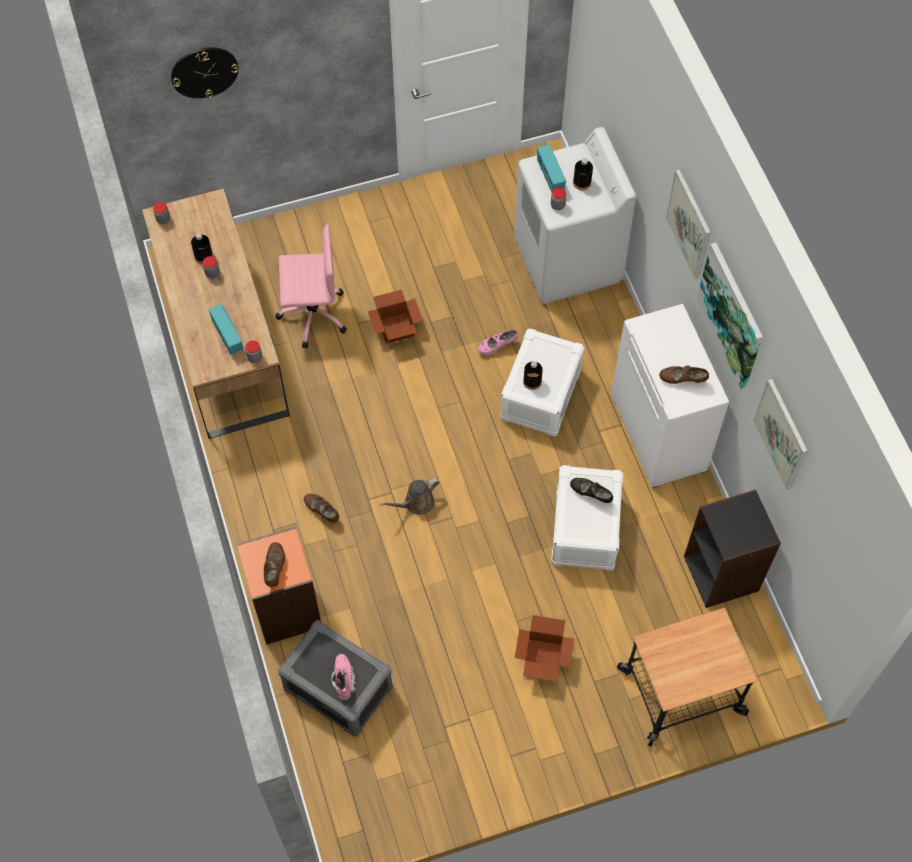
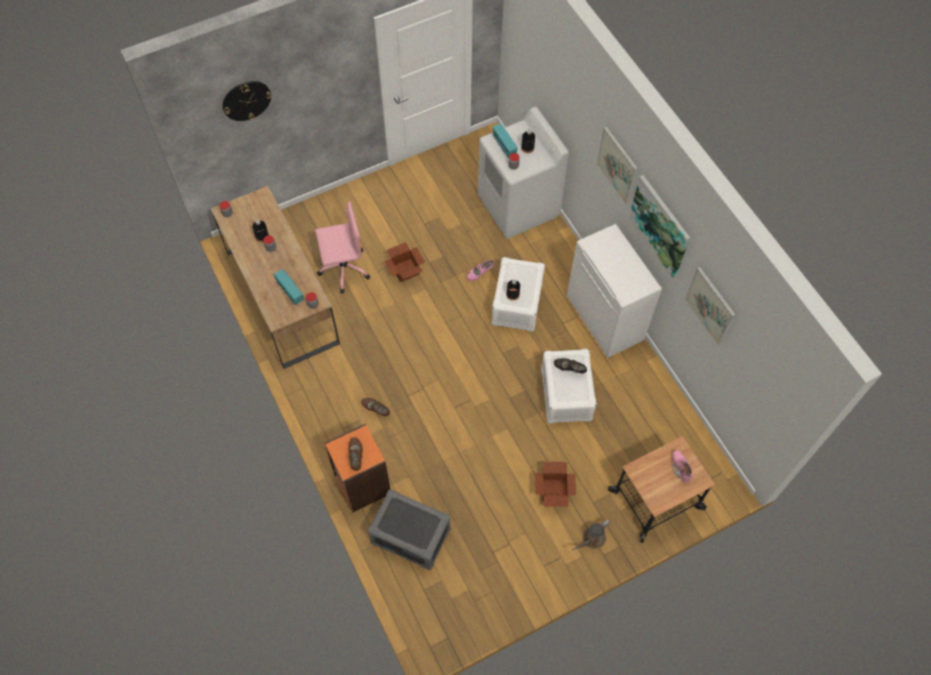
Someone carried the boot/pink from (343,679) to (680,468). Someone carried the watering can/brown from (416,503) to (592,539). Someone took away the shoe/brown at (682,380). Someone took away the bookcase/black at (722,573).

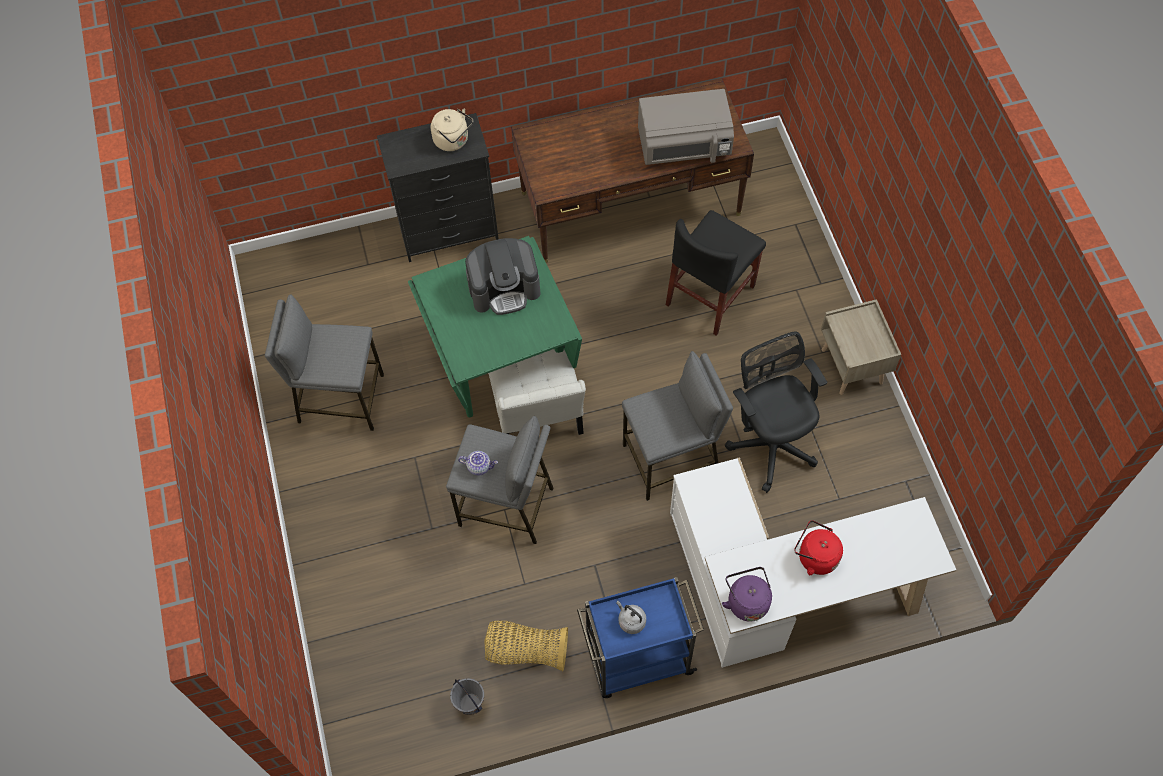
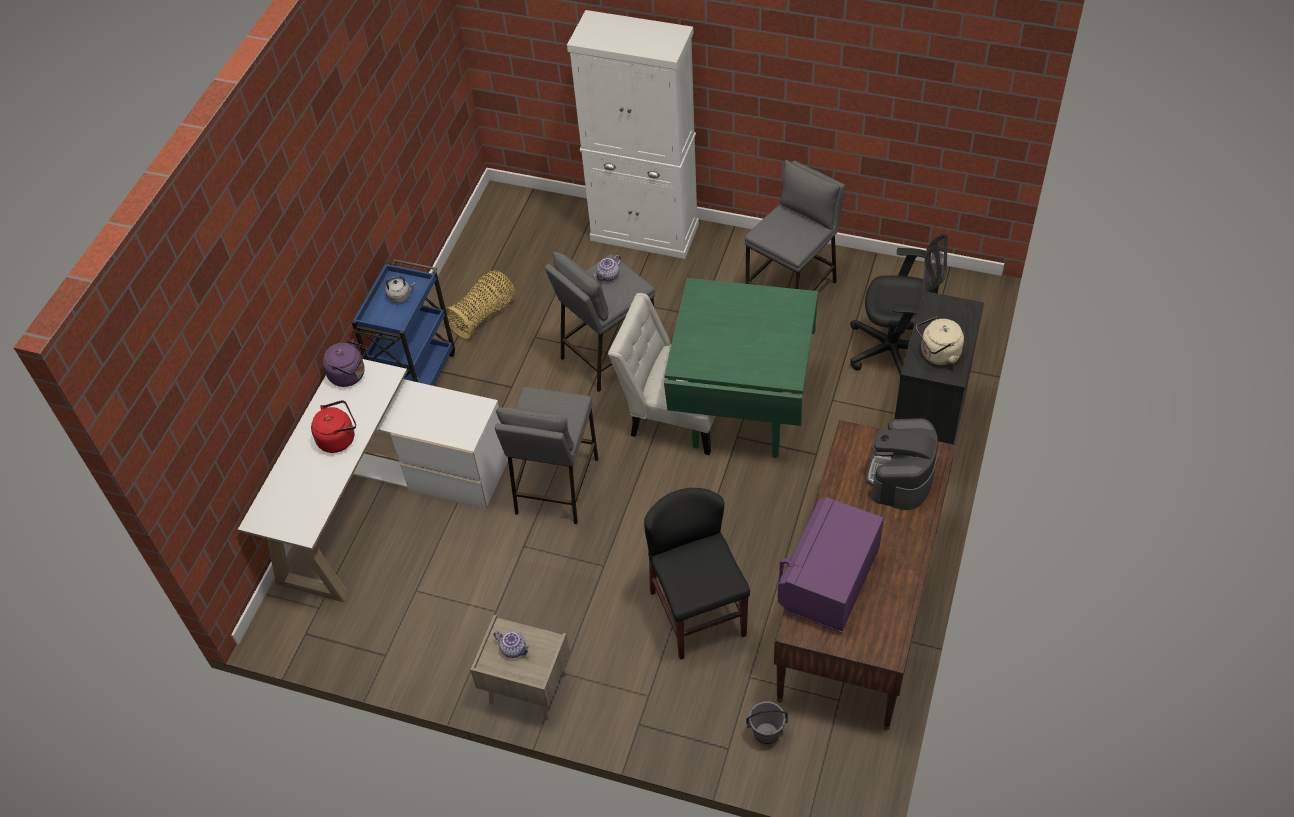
Someone carried the bucket/grey from (469,704) to (766,733). Someone carried the coffee machine from (504,288) to (901,477). Someone repainted the microwave/grey at (684,146), which became the microwave/purple at (828,580). Someone carried the office chair/black from (770,441) to (895,351). Someone put down the teapot at (514,649). Someone put down the cabinet/white at (645,232).

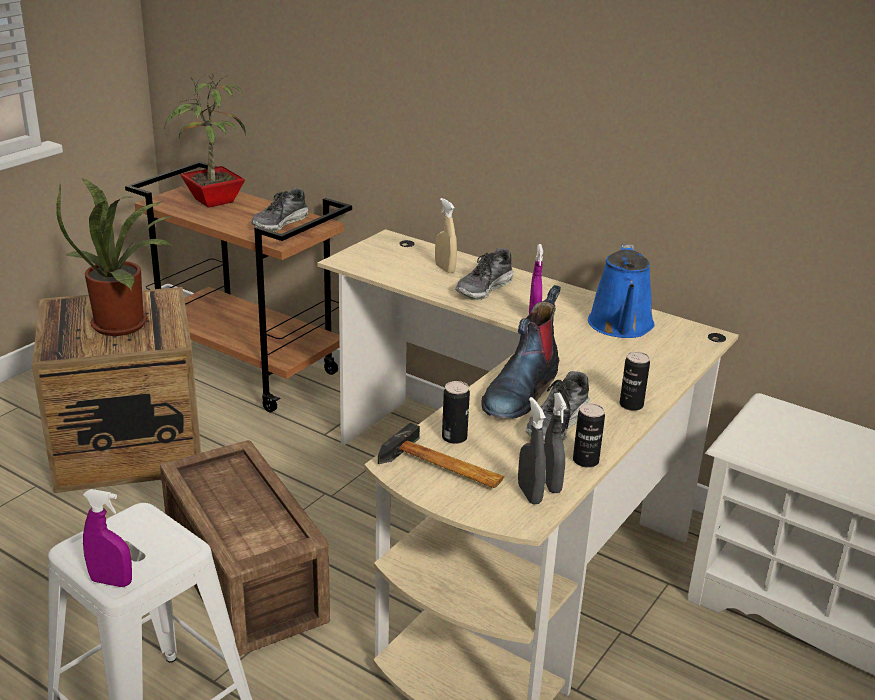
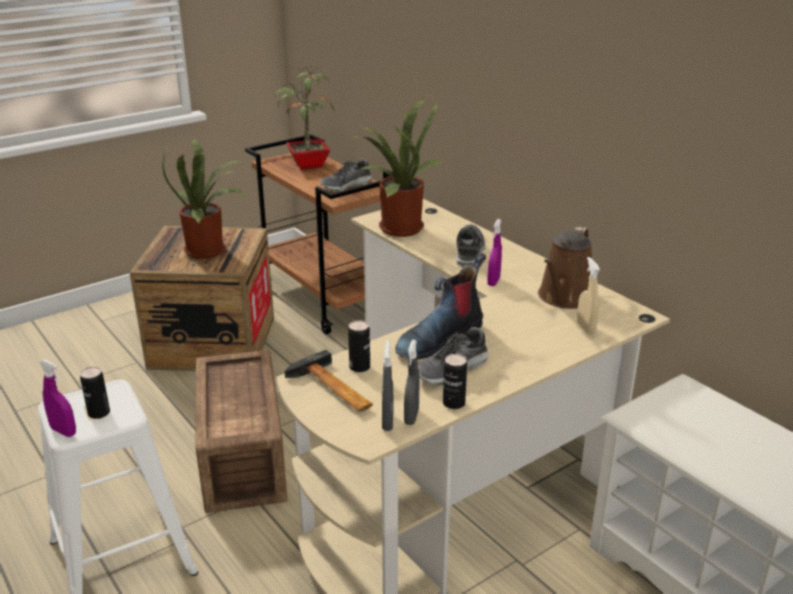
Someone carried the spray bottle/beige from (445,269) to (585,328). Someone rotated the shoe at (484,288) by 135 degrees clockwise. Someone repainted the watering can/blue at (621,326), which became the watering can/brown at (565,298). Someone carried the can from (631,405) to (99,413). Someone put down the potted plant at (397,227).

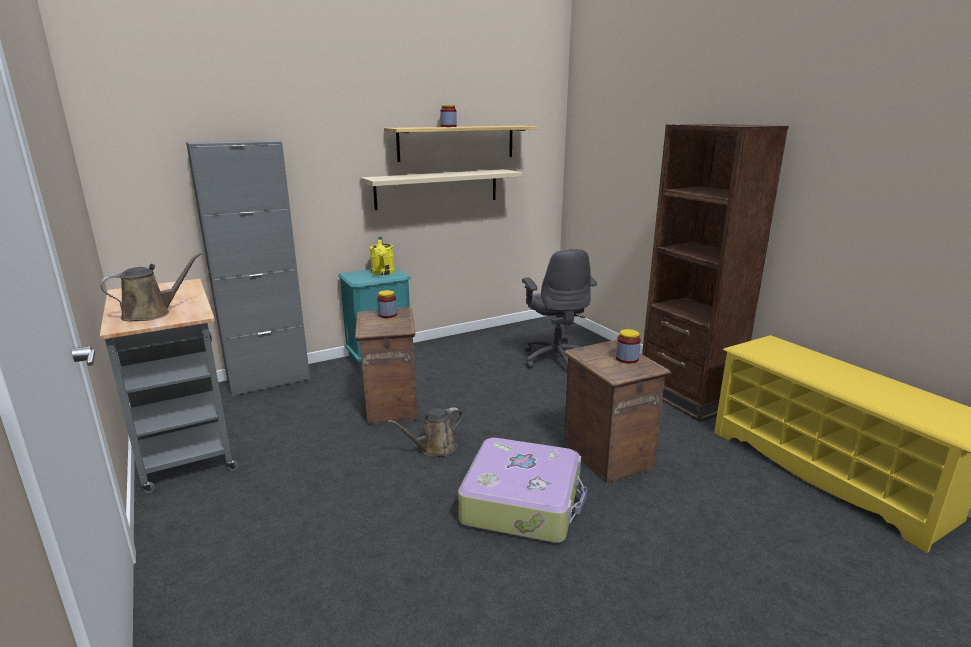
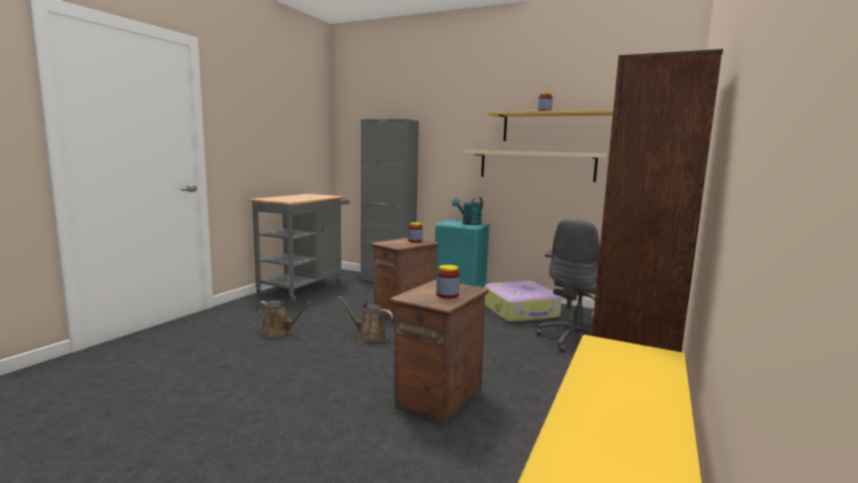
Someone carried the watering can/brown from (151,313) to (279,332). Someone repainted the watering can/yellow at (383,273), which became the watering can/turquoise at (469,224). Someone carried the suitcase from (522,502) to (521,311).

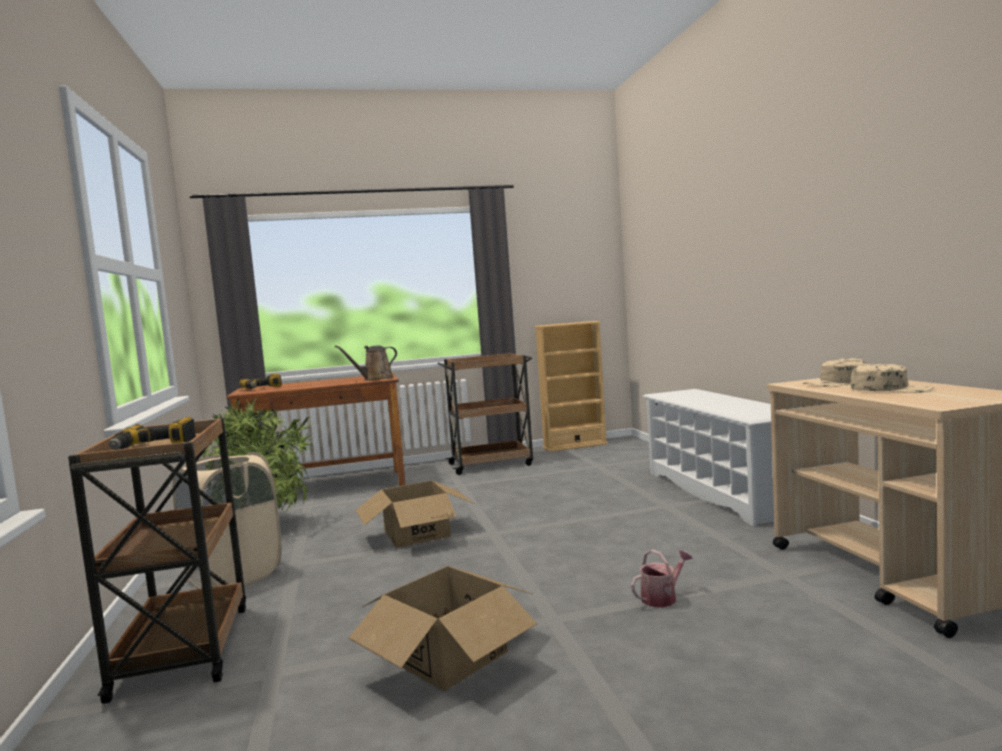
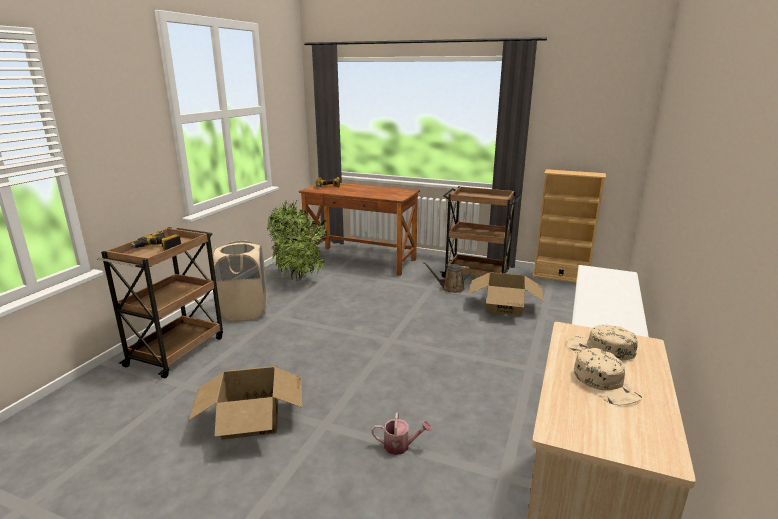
Someone carried the watering can/brown from (375,379) to (450,288). Someone carried the cardboard box from (417,533) to (504,306).

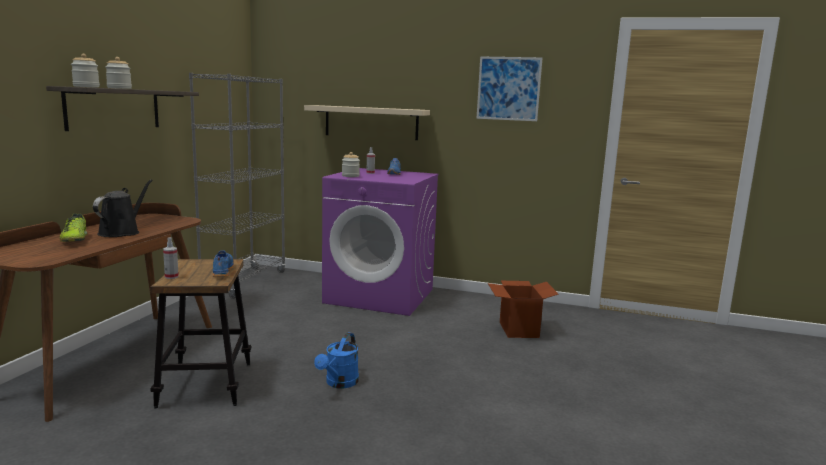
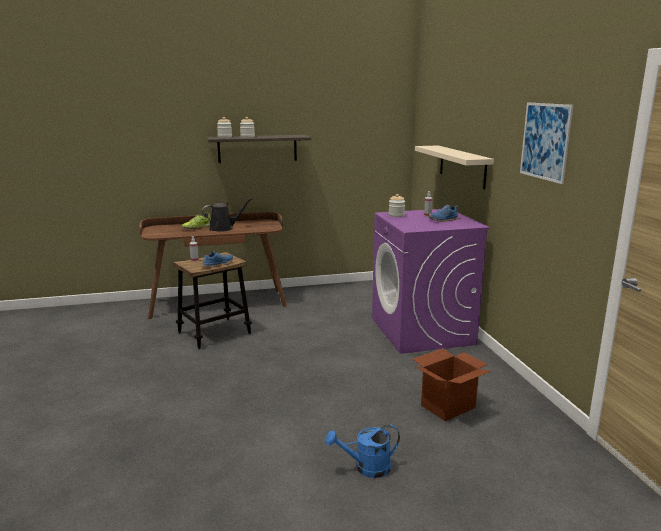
Someone took away the bookcase/grey at (244,282). Someone carried the watering can/blue from (339,383) to (366,468).

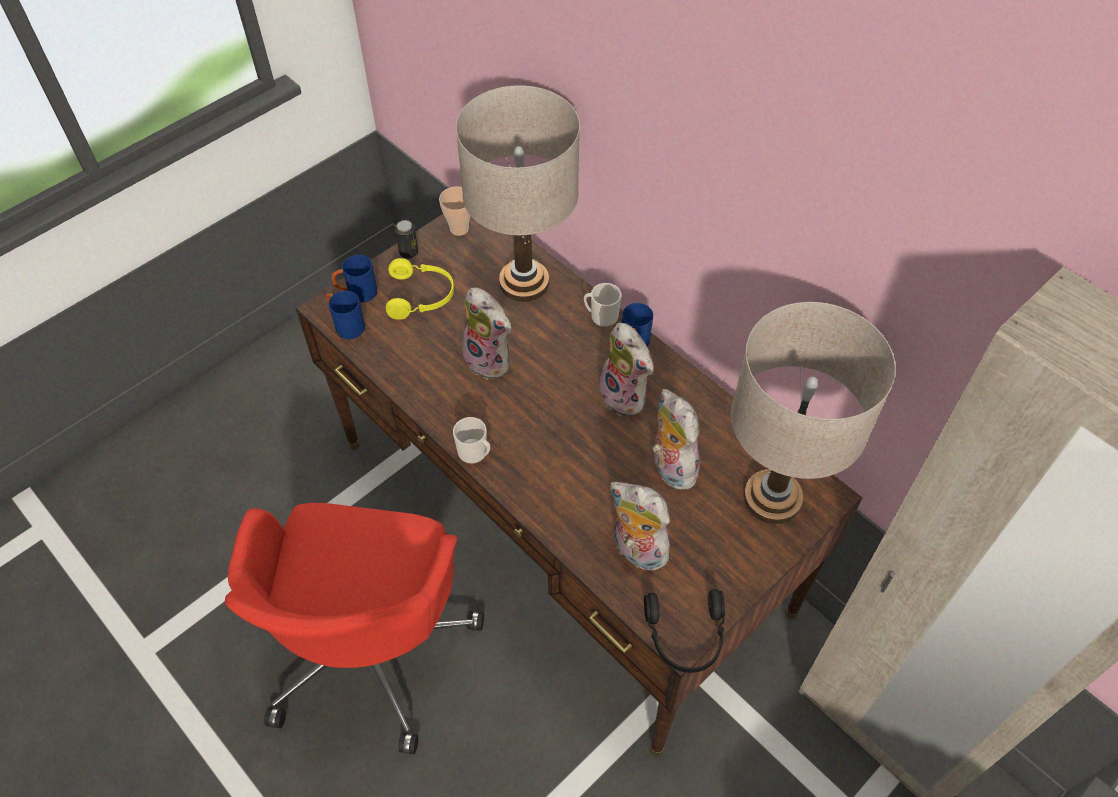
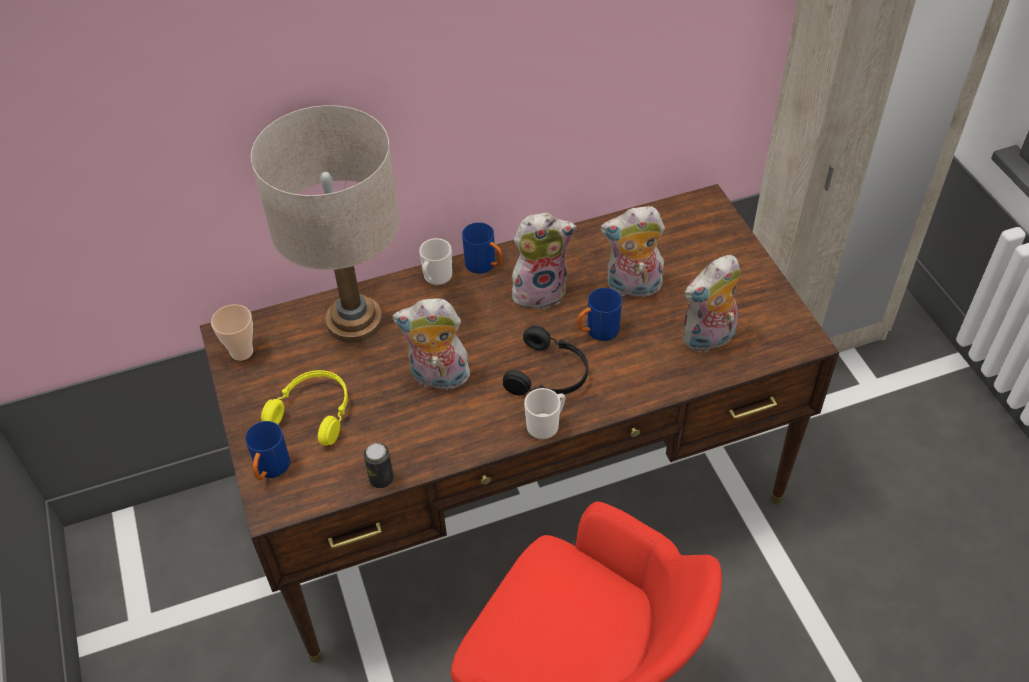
Someone carried the mug/blue from (346,325) to (597,332). Someone carried the can from (409,252) to (381,479). Someone rotated the plush toy at (491,360) by 150 degrees counterclockwise. Someone carried the headphones/black from (685,636) to (549,375). Someone took away the table lamp/beige at (772,498).

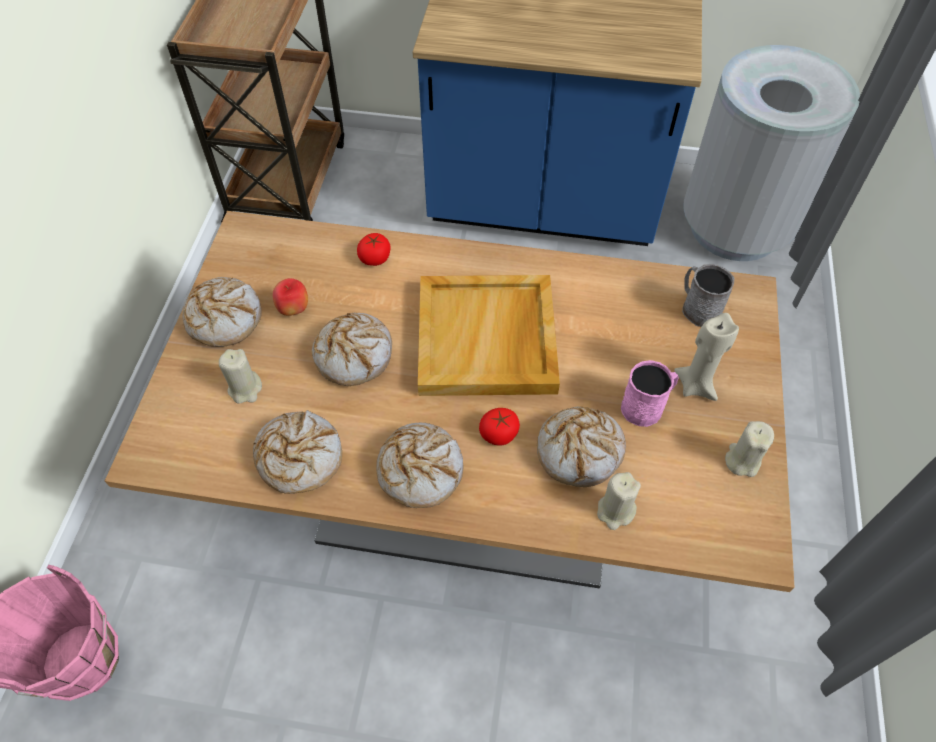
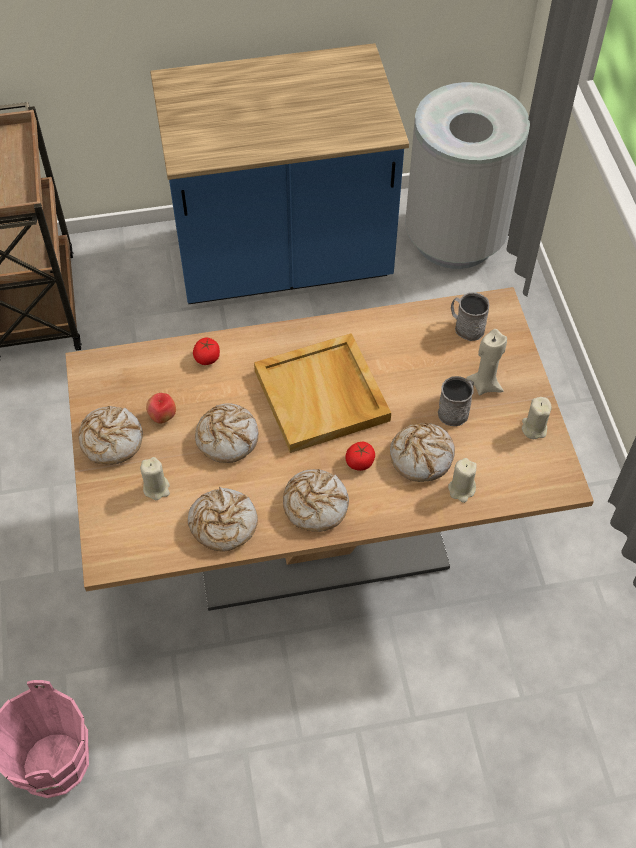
Someone repainted the mug/pink at (647,406), which became the mug/grey at (456,410).

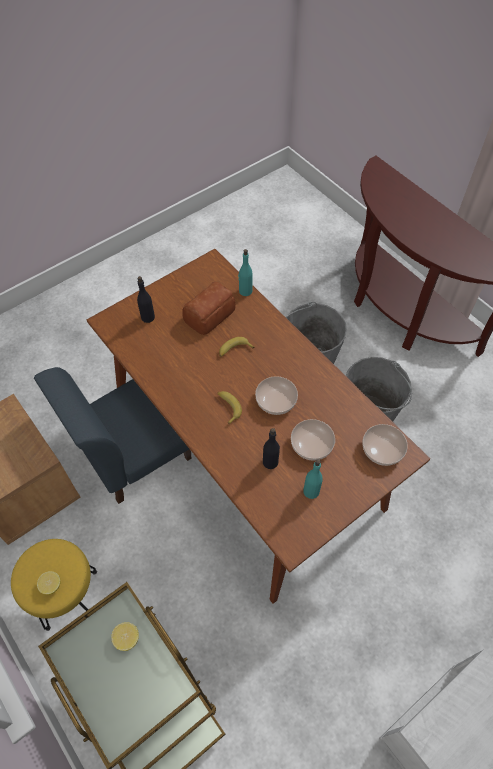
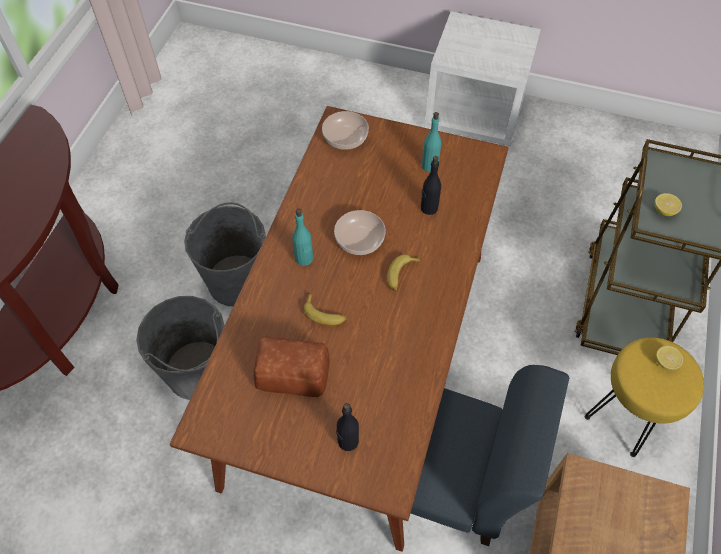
Someone carried the bottle/turquoise from (245,291) to (304,258). Someone took away the bowl at (312,444).

